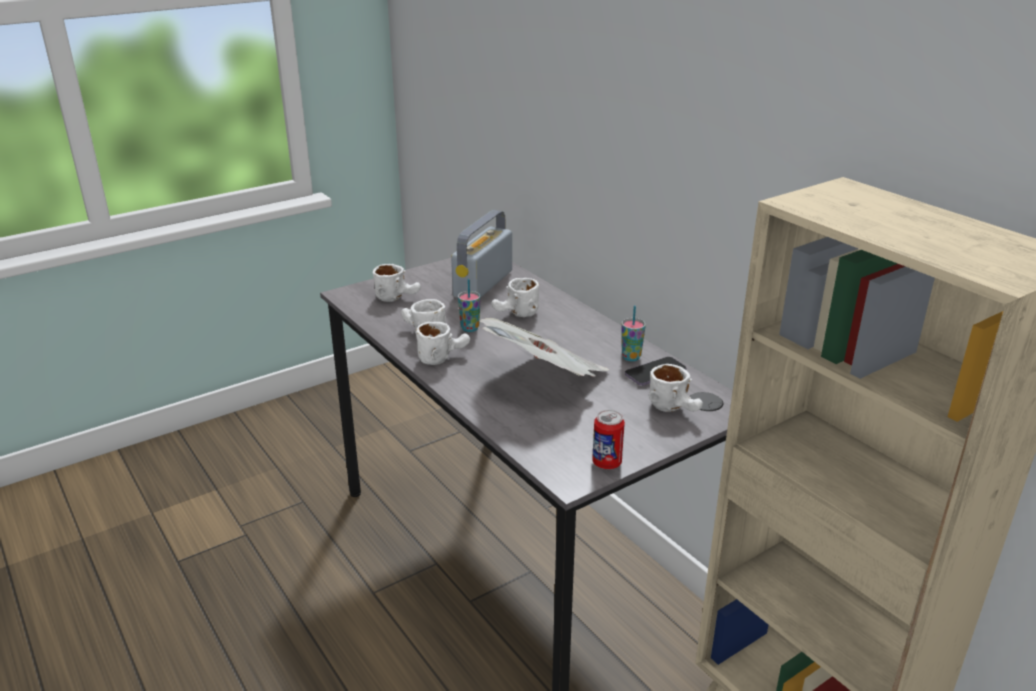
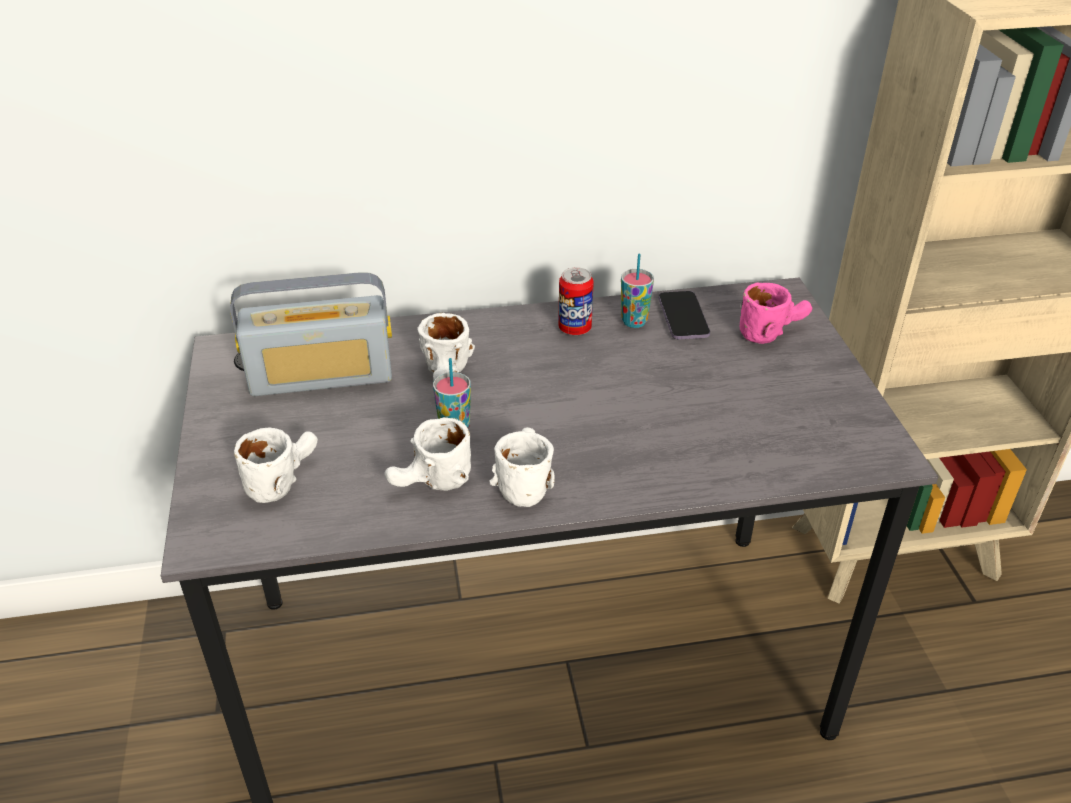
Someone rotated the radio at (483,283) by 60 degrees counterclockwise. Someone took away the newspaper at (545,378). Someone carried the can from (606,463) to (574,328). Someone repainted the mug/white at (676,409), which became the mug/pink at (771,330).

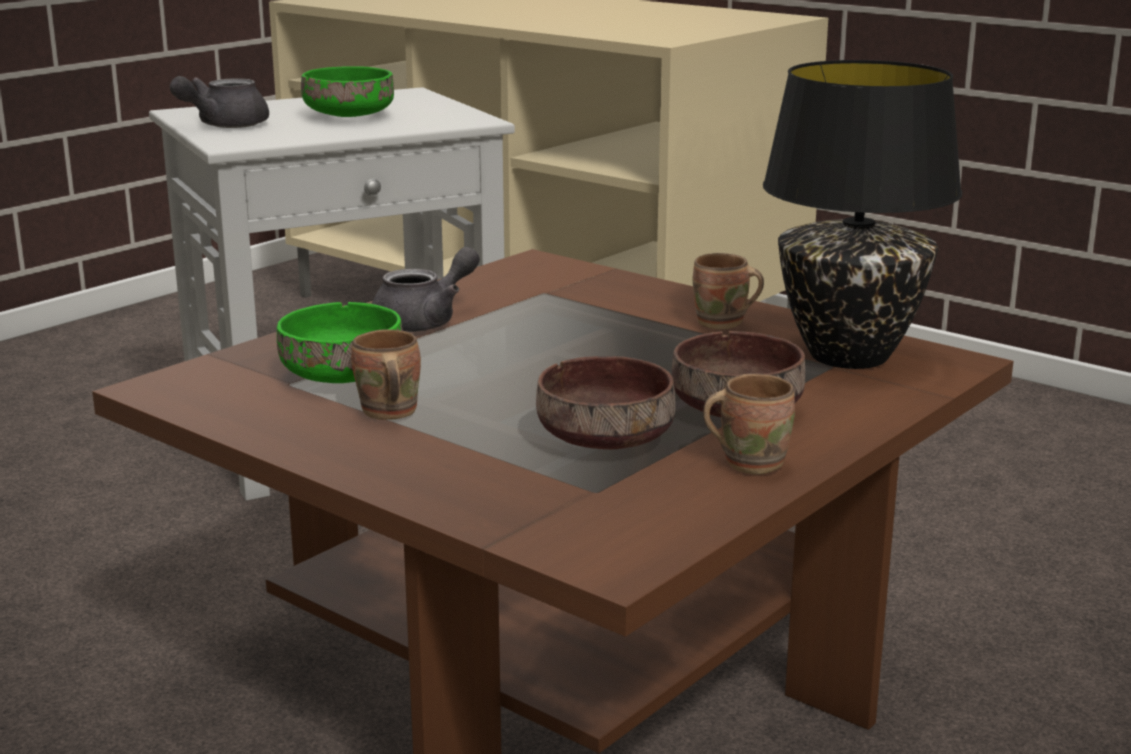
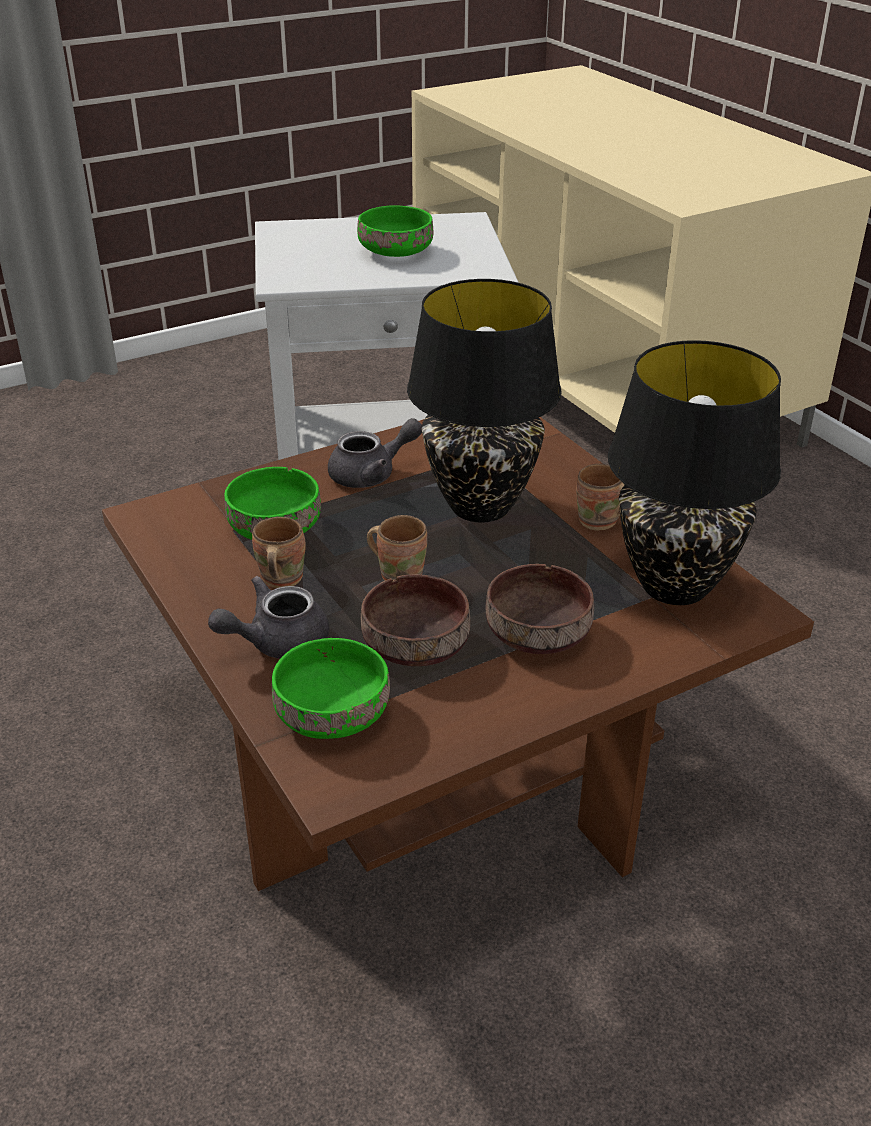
Someone carried the teapot/grey from (223,125) to (276,642). Someone carried the mug/brown from (750,462) to (400,574). Someone put down the bowl/green at (332,712). Someone put down the table lamp/black at (478,506).

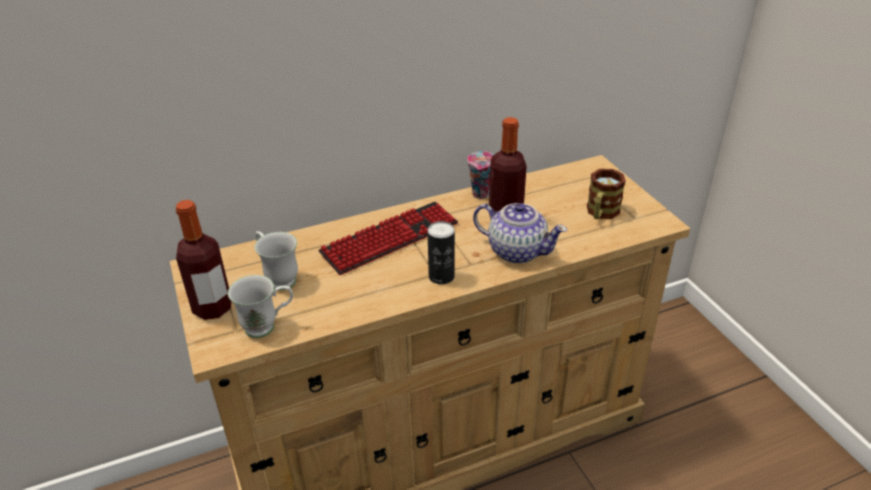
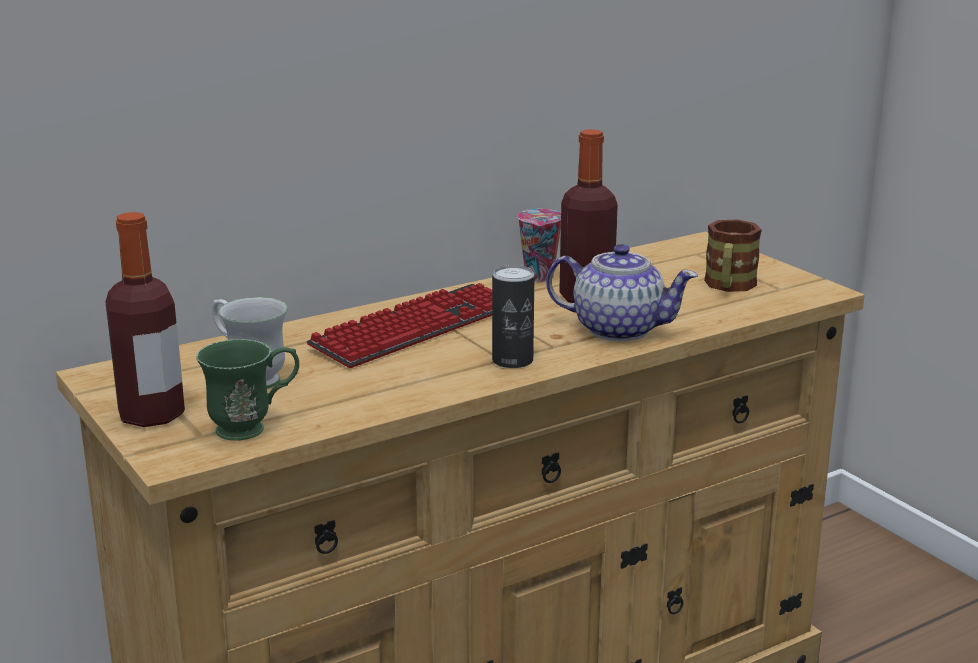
Someone repainted the mug/white at (268,327), which became the mug/green at (253,428).

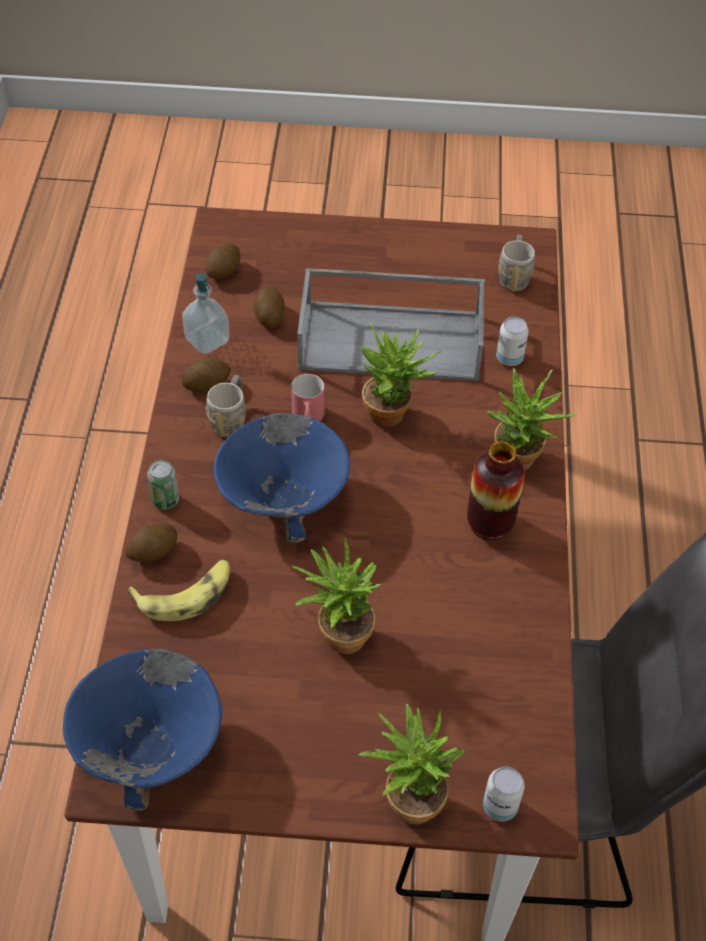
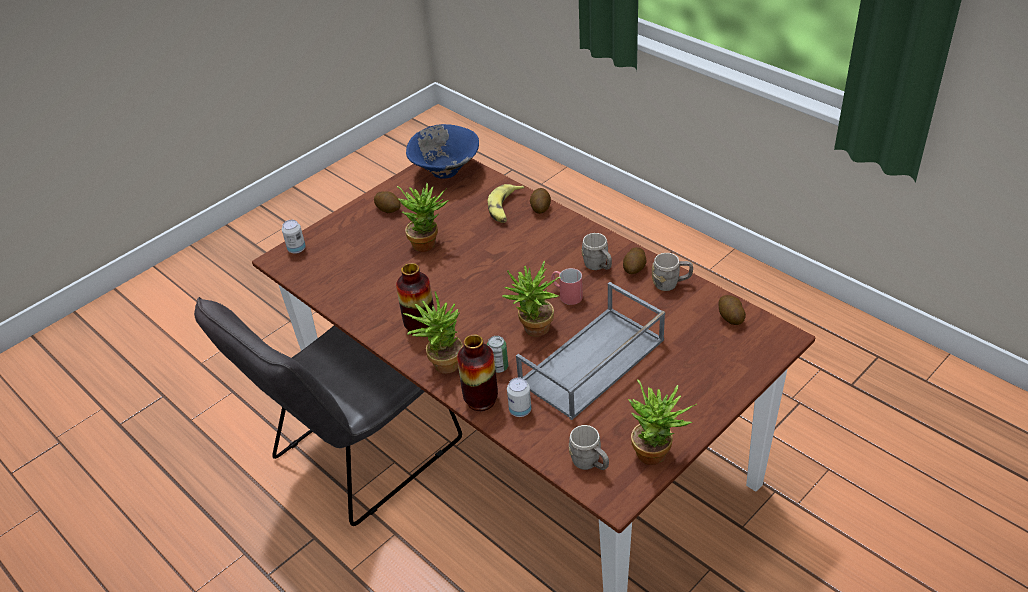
Someone carried the can from (165,500) to (498,367). Someone swapped the soap dispenser at (207,340) for the mug/grey at (671,284). Someone took away the bowl/blue at (284,499). Someone carried the potato from (269,316) to (388,209). Someone carried the potted plant from (408,797) to (657,453). Someone put down the vase at (481,400).

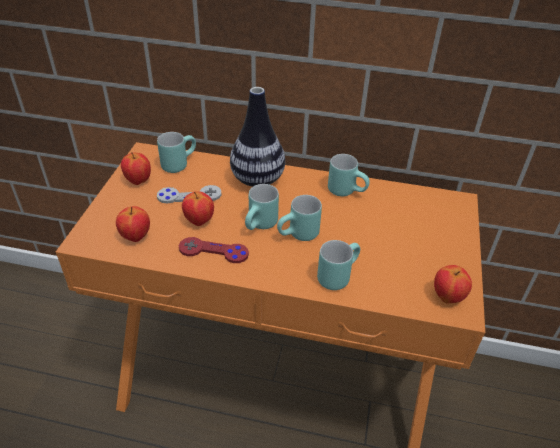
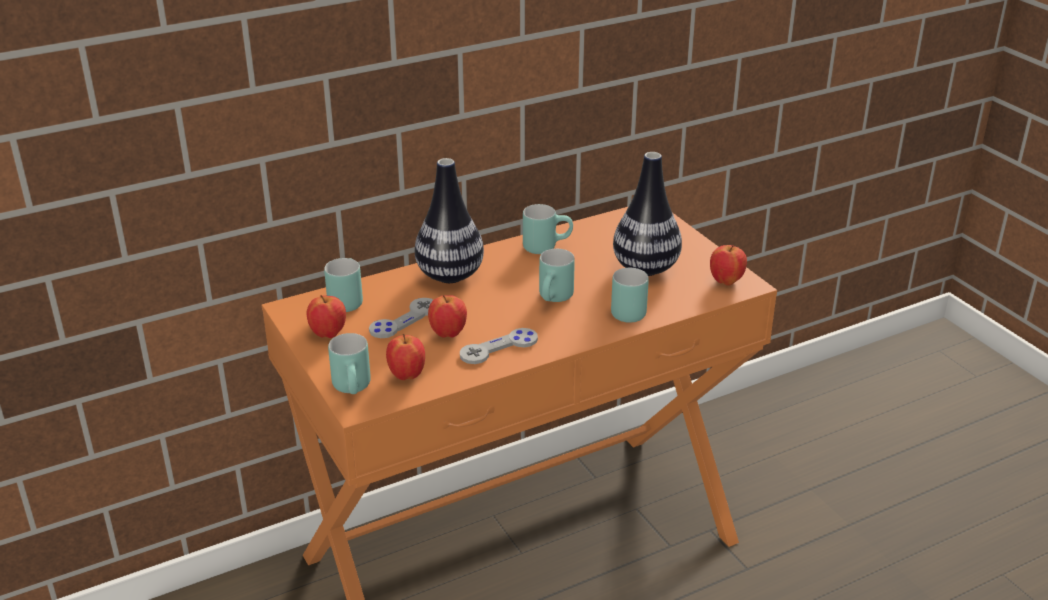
Someone repainted the game controller/red at (213,251), which became the game controller/grey at (499,348). Someone carried the mug/turquoise from (261,226) to (355,389). Someone put down the vase at (645,269).

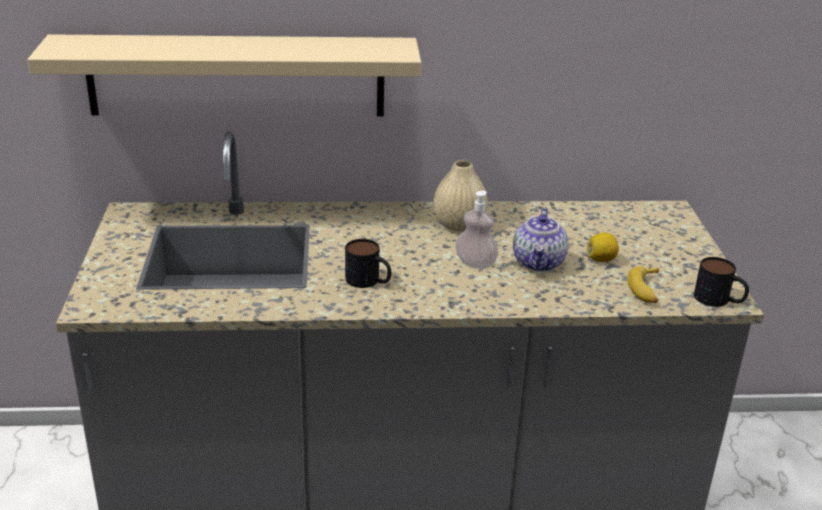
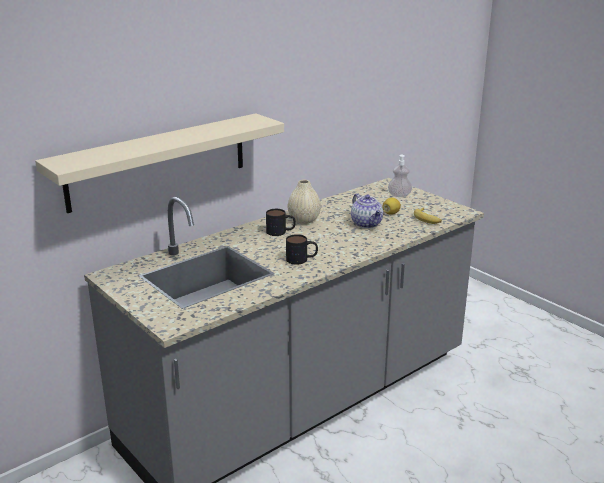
Someone carried the soap dispenser from (475,263) to (399,195). Someone carried the mug from (719,300) to (281,232).

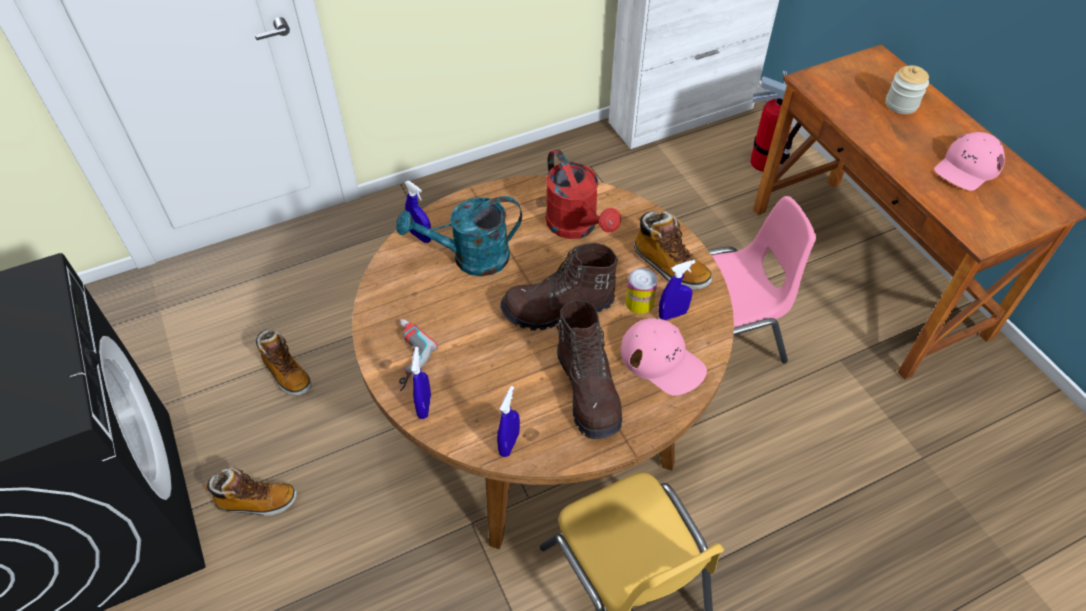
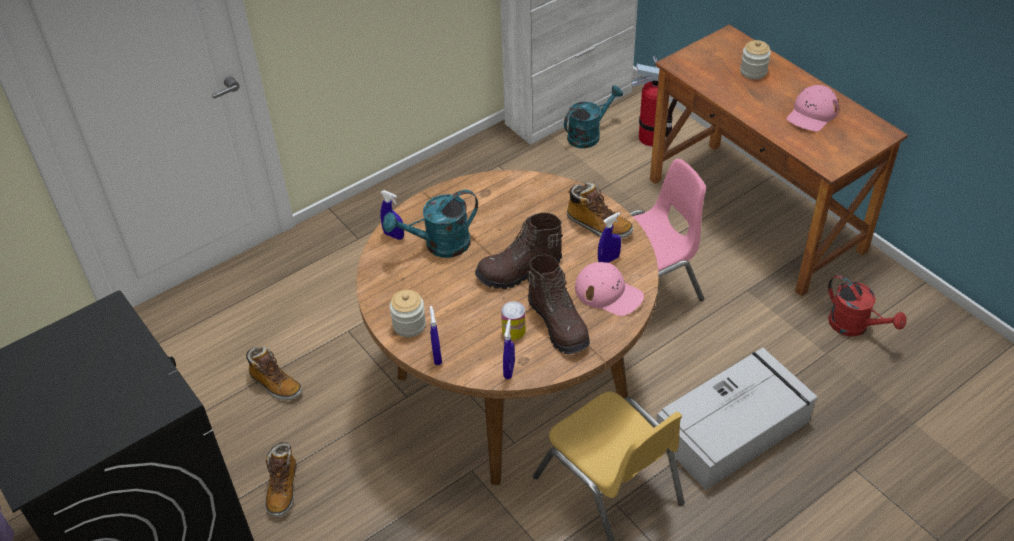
Someone rotated the boot at (257,502) by 105 degrees clockwise. Someone swapped the power drill at (403,356) for the jar at (409,325). Someone carried the watering can/red from (577,227) to (855,326). Someone carried the can from (639,302) to (513,330). Someone put down the watering can/turquoise at (588,134). Someone put down the storage box/grey at (734,428).

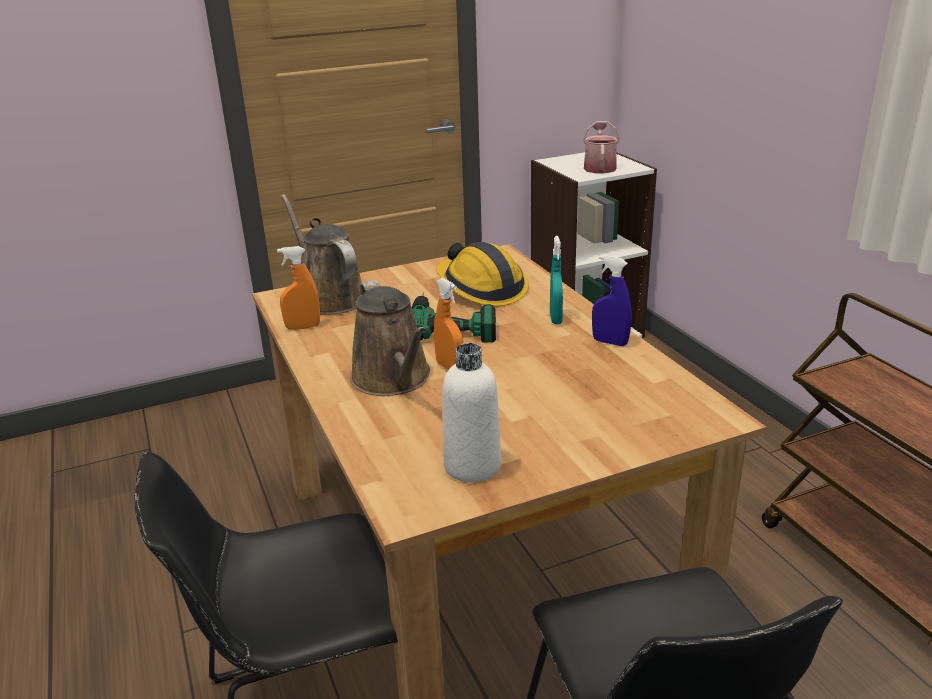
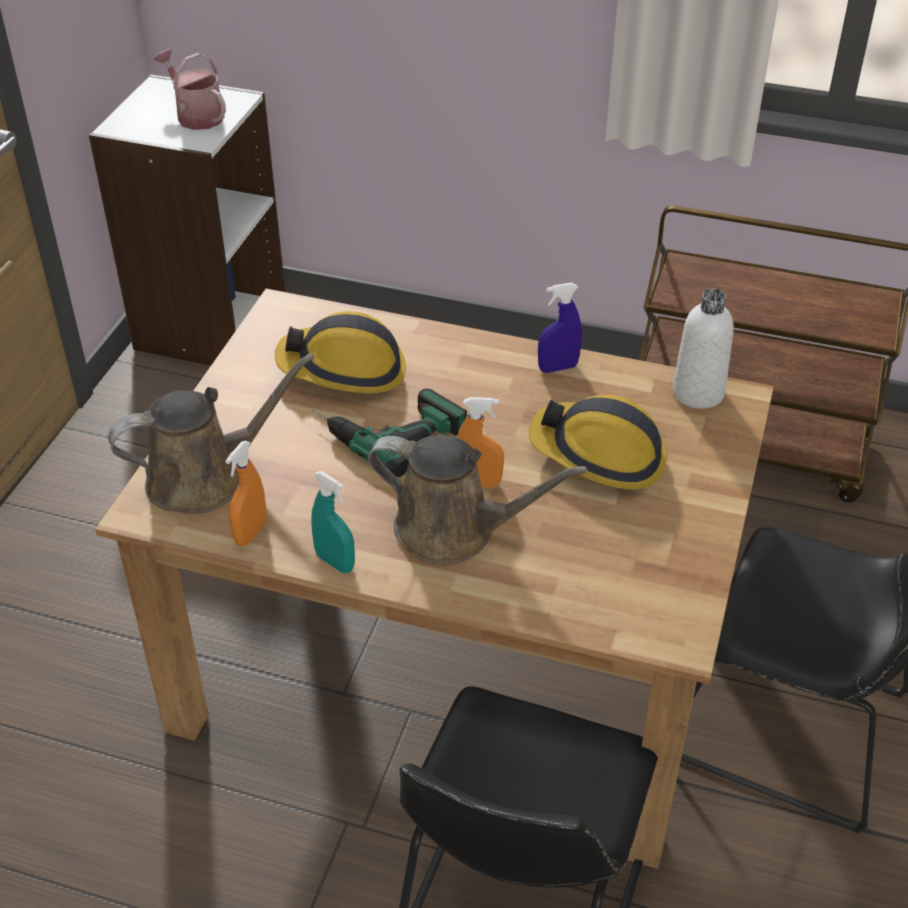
Someone rotated the watering can/brown at (329,298) by 150 degrees clockwise. Someone carried the bottle/white from (472,466) to (698,393). Someone carried the spray bottle/turquoise from (555,319) to (335,562). Someone put down the hard hat at (599,455).

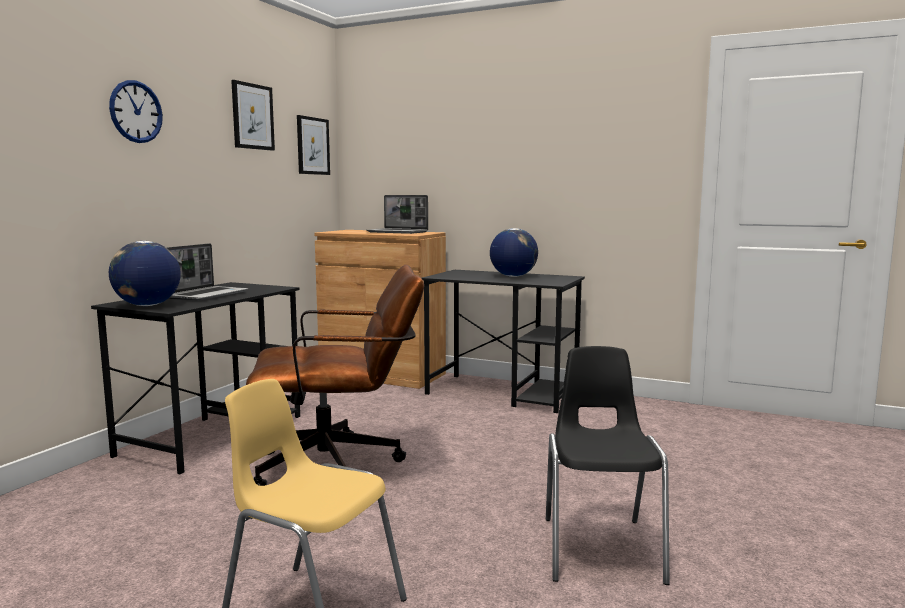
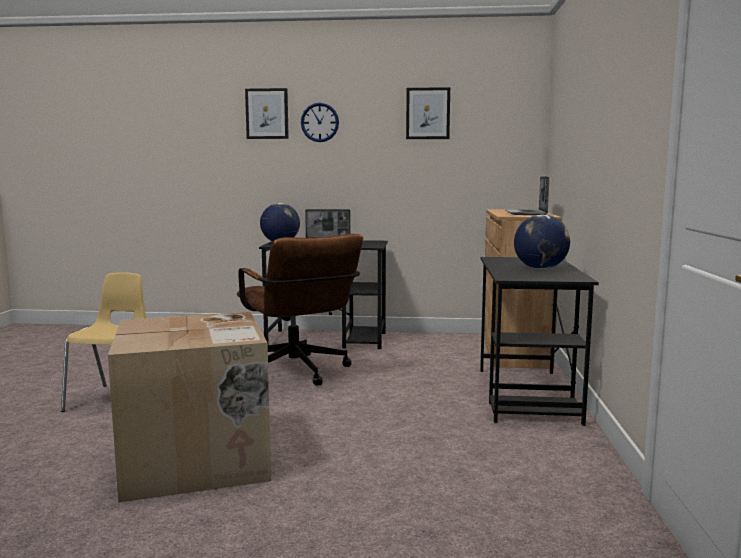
Someone carried the picture from (312,146) to (267,114). Someone swapped the chair/black at (600,548) for the cardboard box at (197,460).

